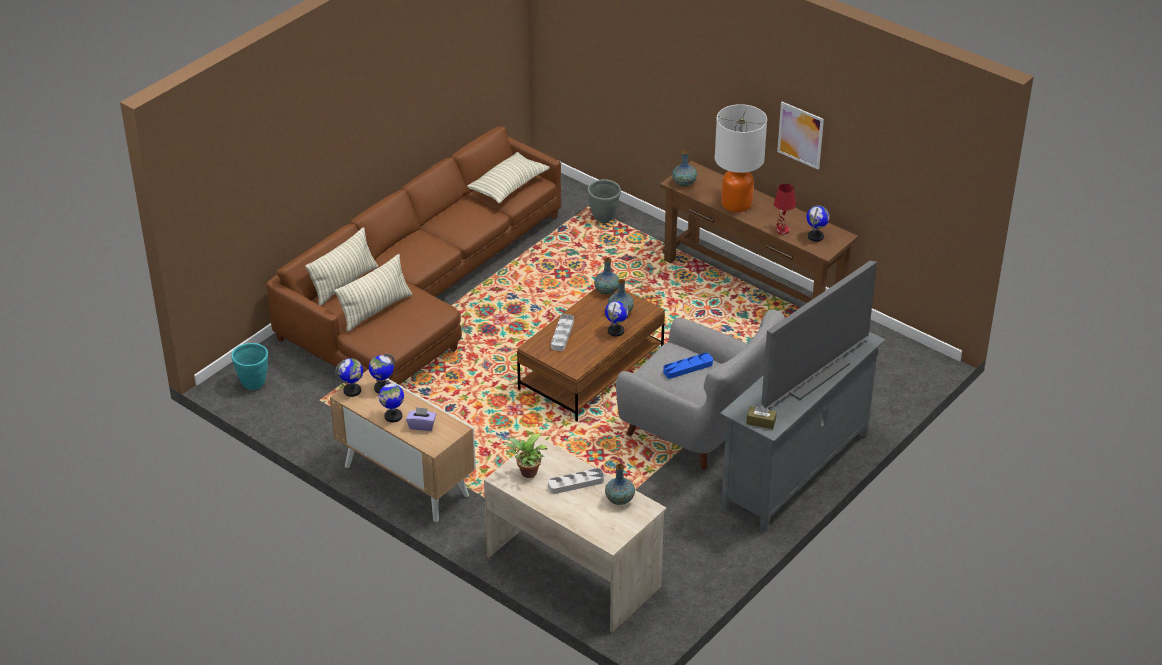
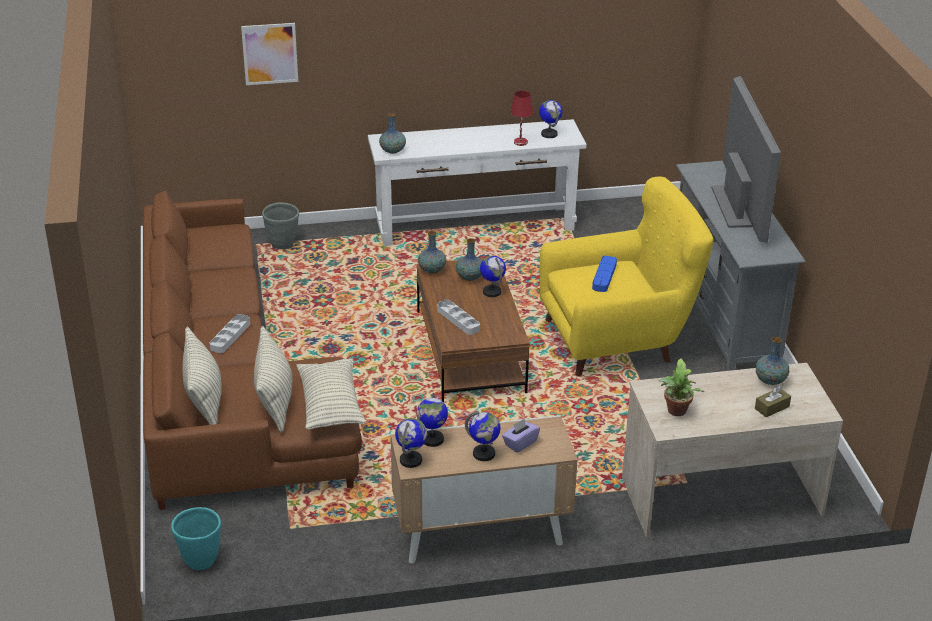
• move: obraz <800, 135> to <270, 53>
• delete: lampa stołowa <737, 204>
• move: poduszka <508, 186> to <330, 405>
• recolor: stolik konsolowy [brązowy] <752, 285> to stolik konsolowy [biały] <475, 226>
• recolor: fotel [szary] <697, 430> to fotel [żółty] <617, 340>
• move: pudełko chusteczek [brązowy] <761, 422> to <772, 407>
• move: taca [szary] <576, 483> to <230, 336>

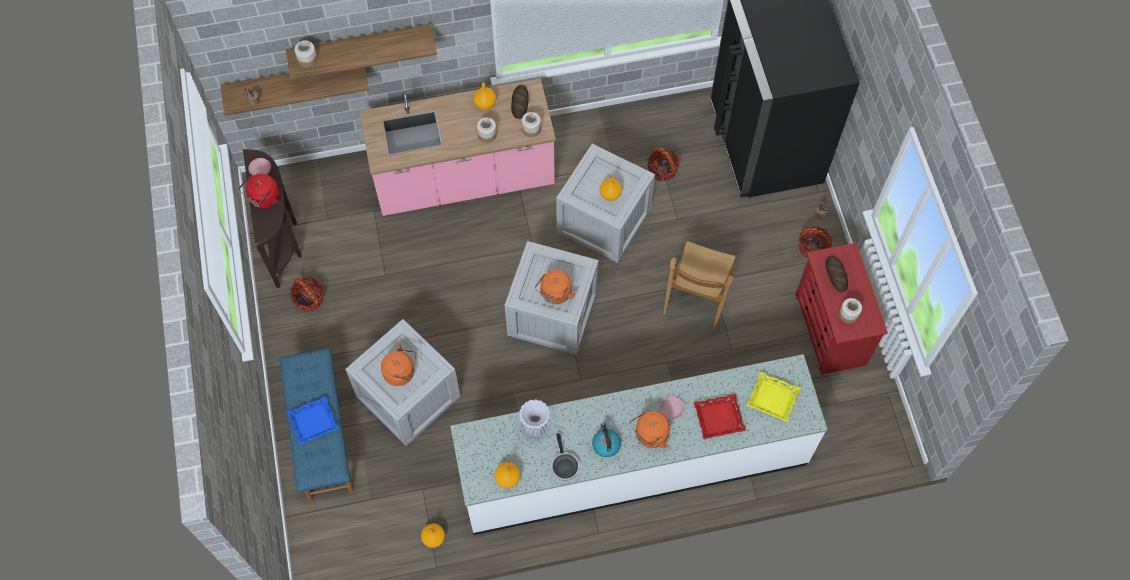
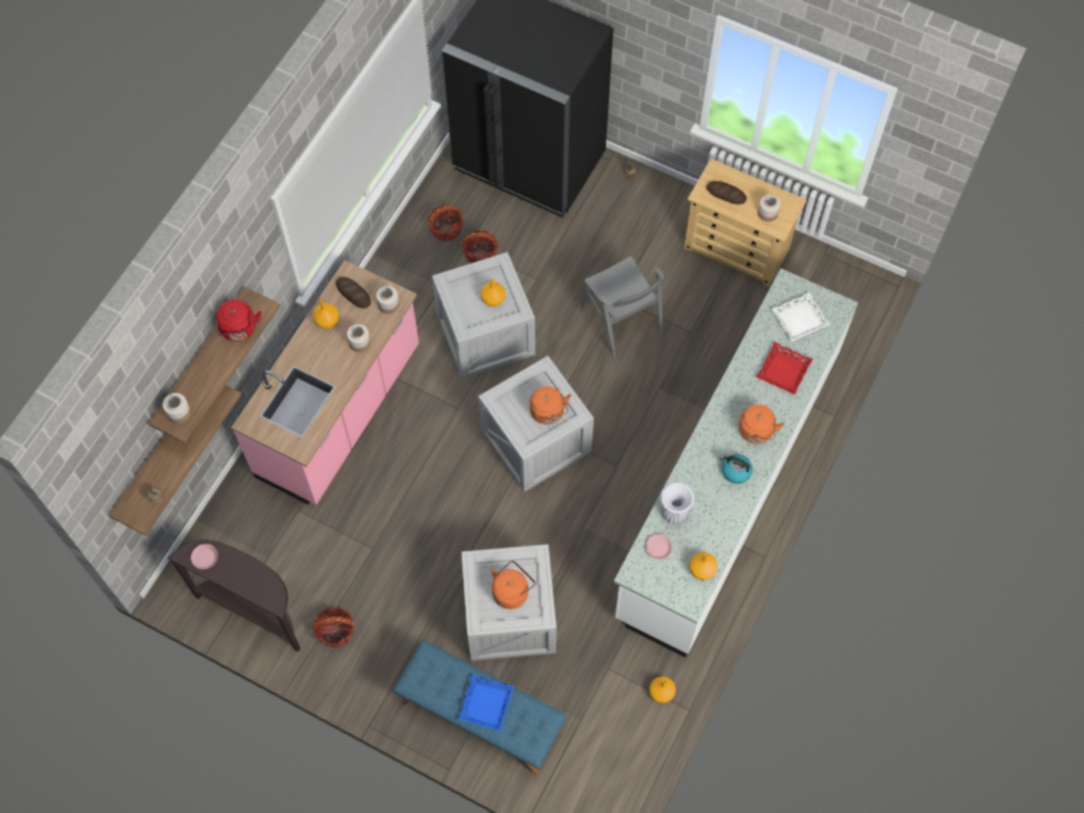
• move: czajnik [czerwony] <264, 199> to <239, 330>
• move: koszyk <812, 247> to <446, 228>
• recolor: krzesło [brązowy] <697, 297> to krzesło [szary] <621, 320>
• recolor: komoda [czerwony] <830, 329> to komoda [beżowy] <737, 249>
• recolor: taca [żółty] <772, 398> to taca [biały] <800, 319>
• move: talerz [różowy] <671, 408> to <658, 547>
• delete: patelnia <564, 465>

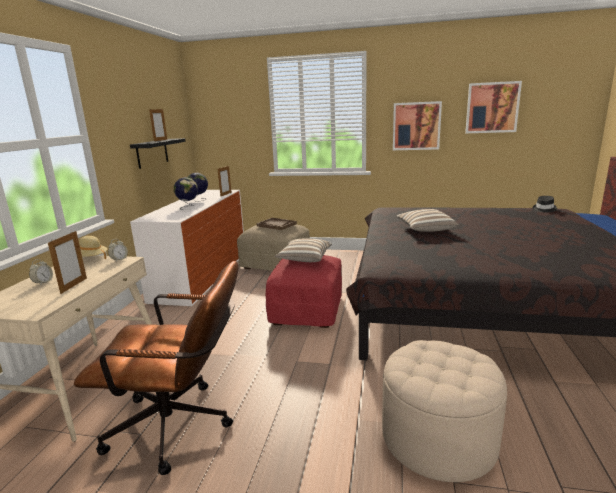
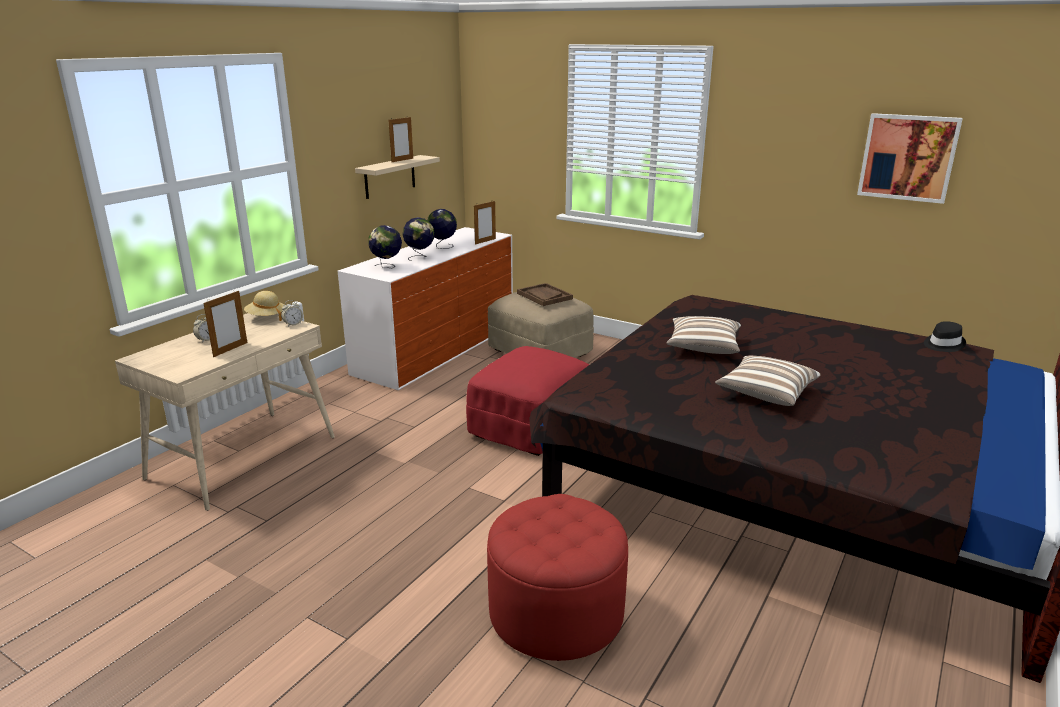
• delete: obraz <416, 126>
• recolor: półka [czarny] <152, 153> to półka [beżowy] <390, 177>
• move: poduszka <304, 259> to <765, 394>
• delete: krzesło biurowe [brązowy] <180, 426>
• recolor: pufa [beżowy] <438, 438> to pufa [czerwony] <556, 612>
• insert: globus <387, 266>

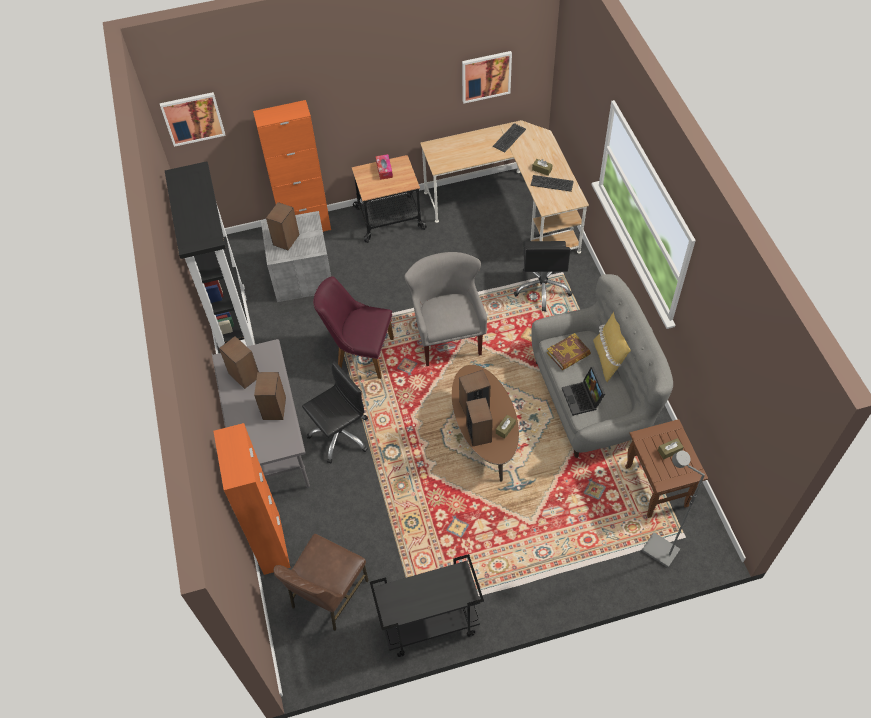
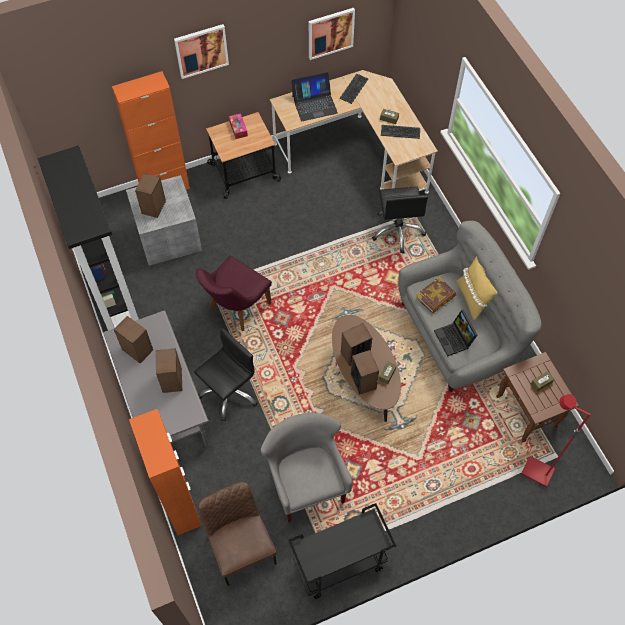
• move: obraz <193, 118> to <201, 50>
• move: fotel [szary] <448, 338> to <306, 485>
• rotate: krzesło [fioletowy] <359, 353> = <235, 309> 60 degrees counterclockwise
• recolor: lampa stojąca [szary] <659, 551> to lampa stojąca [czerwony] <536, 472>
• rotate: krzesło [brązowy] <328, 594> = <241, 547> 135 degrees clockwise
• insert: laptop <314, 104>

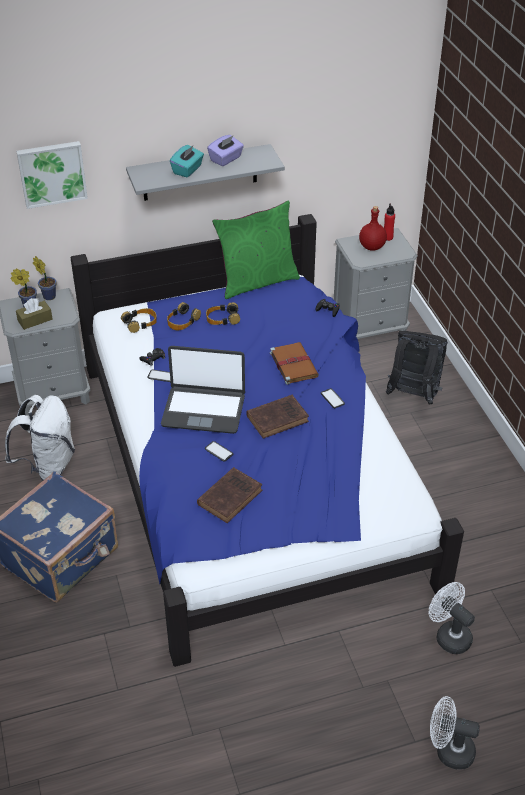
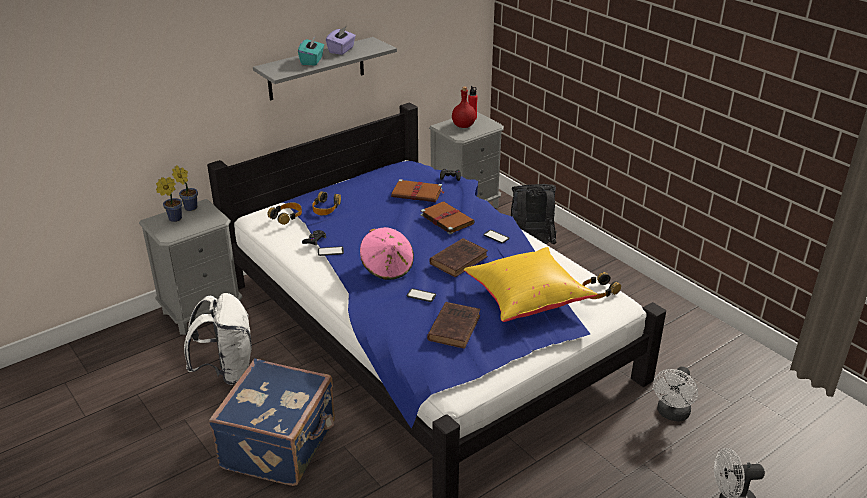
• delete: obraz <52, 173>
• delete: poduszka [zielony] <257, 281>
• delete: pudełko chusteczek [brązowy] <35, 320>
• move: słuchawki <222, 318> to <599, 291>
• replace: laptop <203, 410> to kapelusz [różowy] <387, 268>
• rotate: wentylator [biały] <449, 635> = <672, 414> 90 degrees counterclockwise
• insert: książka [brązowy] <418, 193>
• insert: poduszka [żółty] <526, 299>

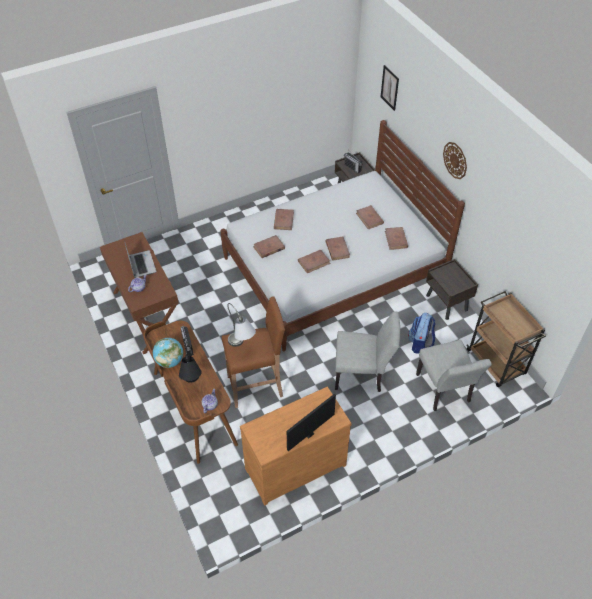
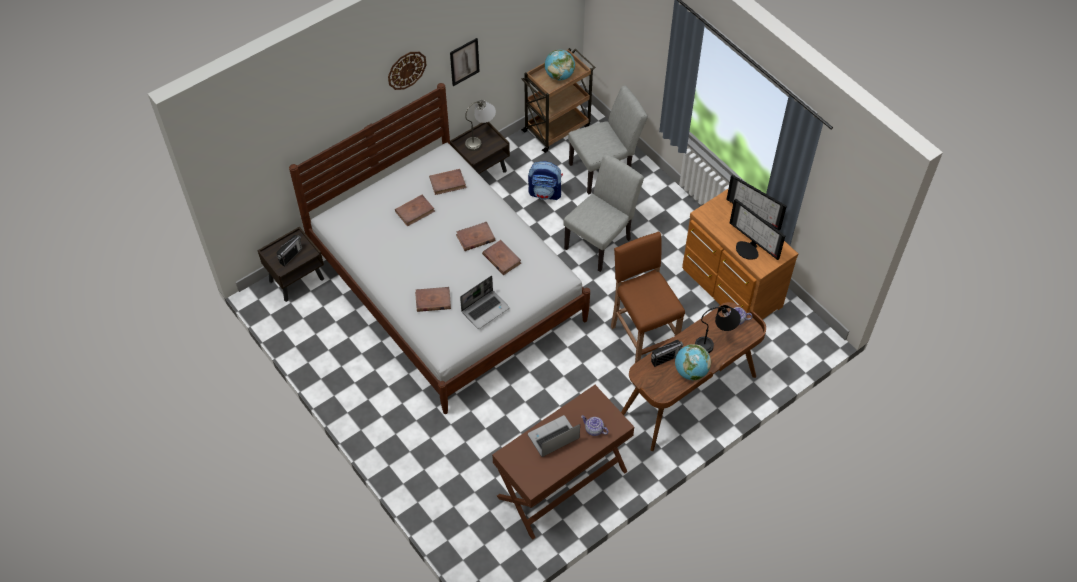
• move: obraz <389, 87> to <464, 61>
• replace: książka [brązowy] <269, 248> to laptop <485, 309>
• move: lampa stołowa [szary] <242, 347> to <481, 138>
• rotate: krzesło [szary] <363, 375> = <601, 241> 45 degrees clockwise
• insert: globus <559, 75>
• insert: monitor <749, 249>

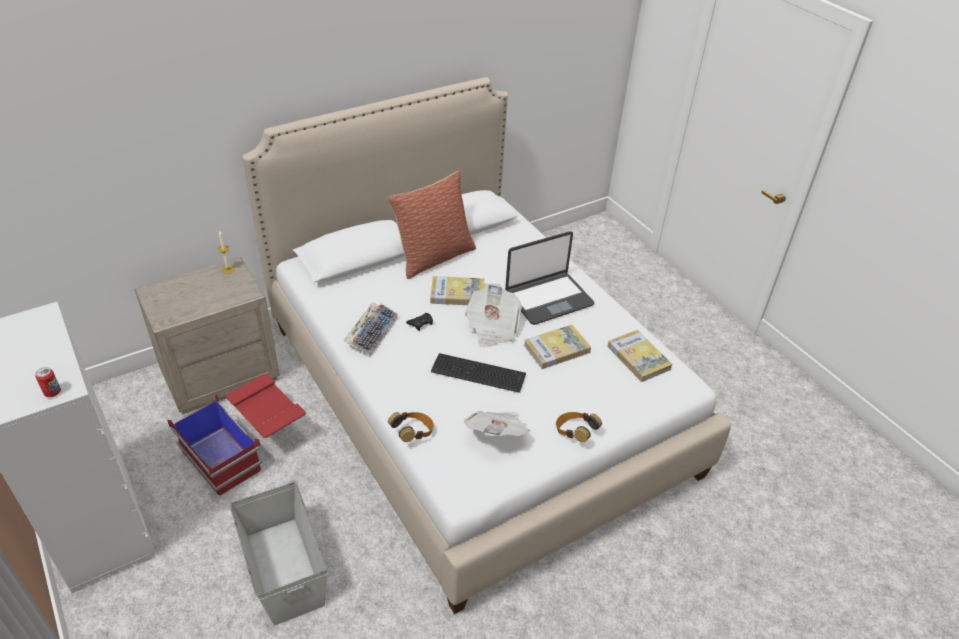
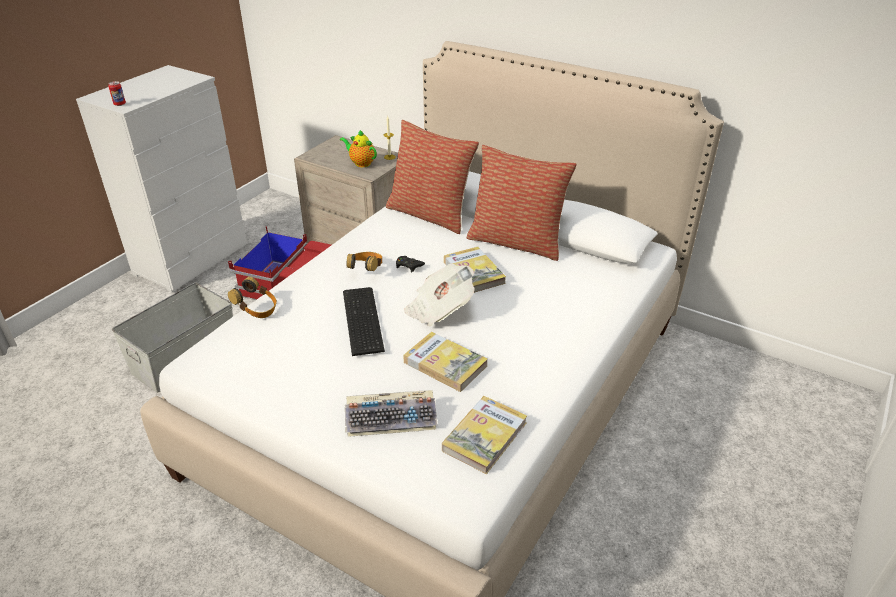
• delete: laptop <548, 298>
• move: klawiatura <371, 332> to <392, 418>
• delete: gazeta <497, 434>
• move: słuchawki <574, 433> to <366, 270>
• insert: poduszka <430, 214>
• insert: imbryk <361, 163>

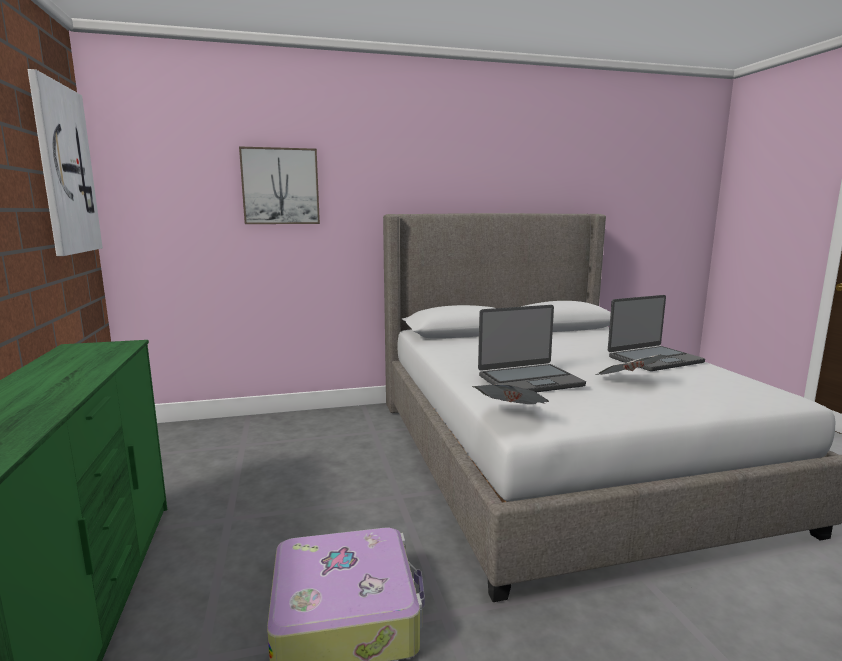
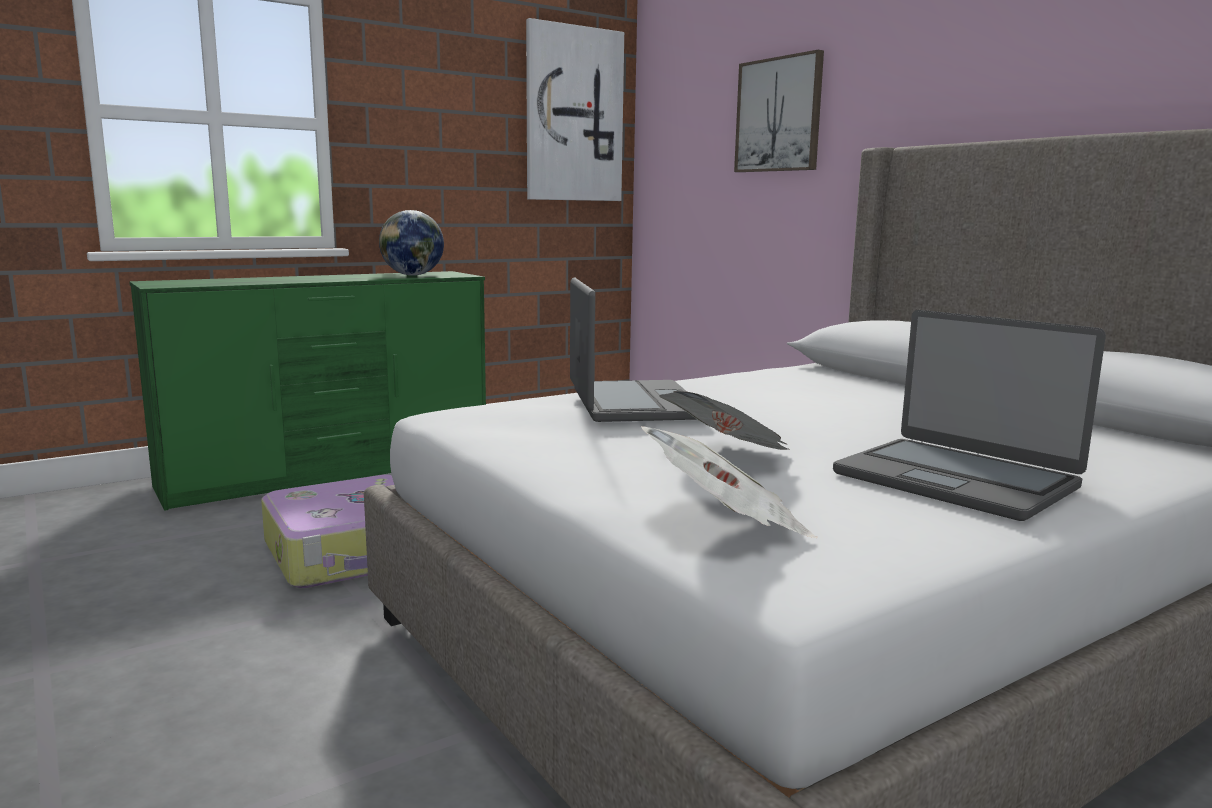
• rotate: laptop <529, 380> = <632, 404> 150 degrees counterclockwise
• move: gazeta <511, 415> to <728, 525>
• insert: globus <412, 275>

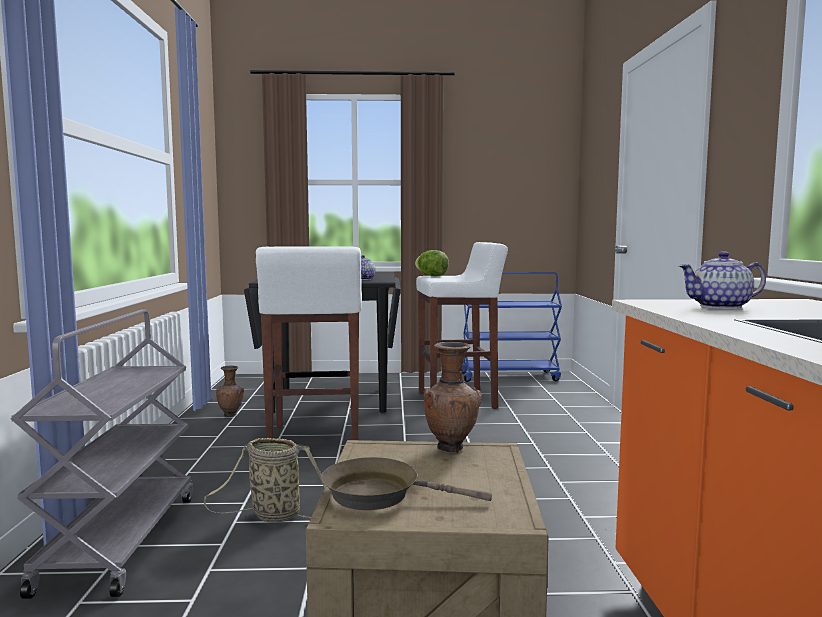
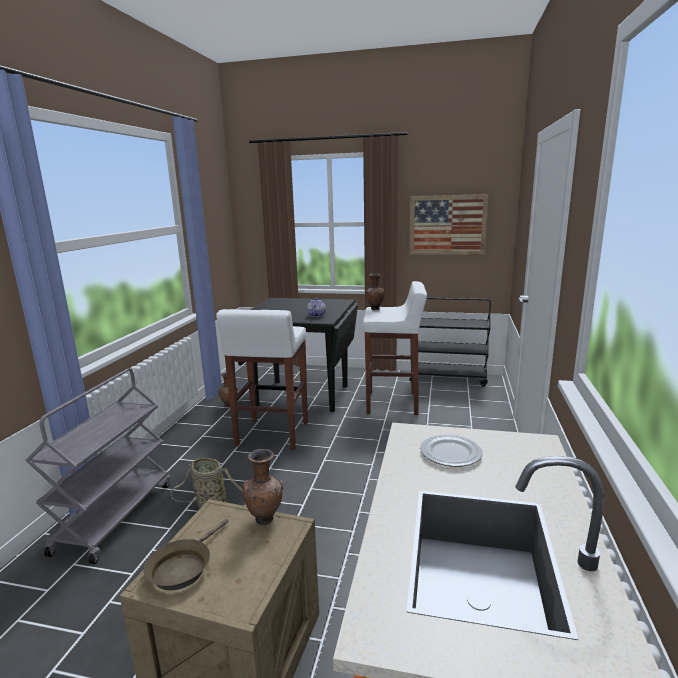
• replace: sałata <432, 276> to wazon [brązowy] <374, 309>
• replace: imbryk <721, 306> to talerz <451, 454>
• recolor: wózek [niebieski] <509, 376> to wózek [czarny] <448, 378>
• rotate: patelnia [brązowy] <379, 495> = <183, 567> 90 degrees counterclockwise
• insert: obraz <447, 225>

